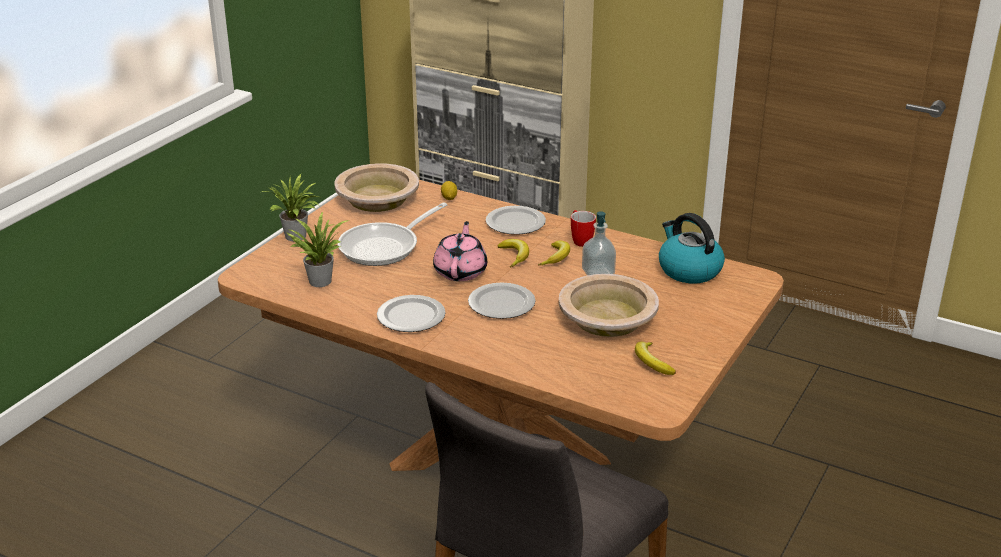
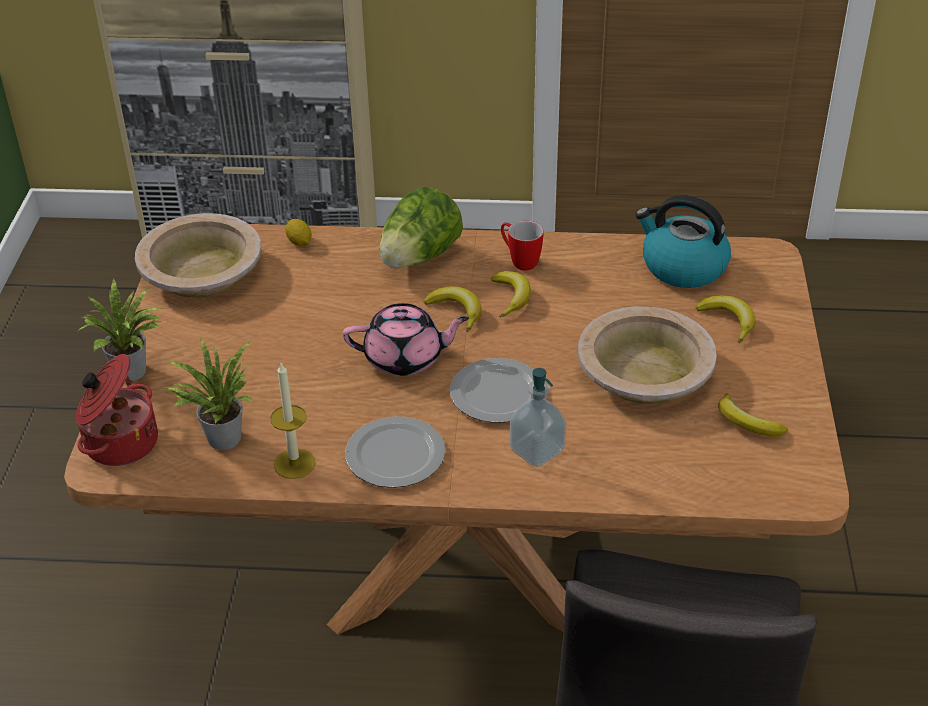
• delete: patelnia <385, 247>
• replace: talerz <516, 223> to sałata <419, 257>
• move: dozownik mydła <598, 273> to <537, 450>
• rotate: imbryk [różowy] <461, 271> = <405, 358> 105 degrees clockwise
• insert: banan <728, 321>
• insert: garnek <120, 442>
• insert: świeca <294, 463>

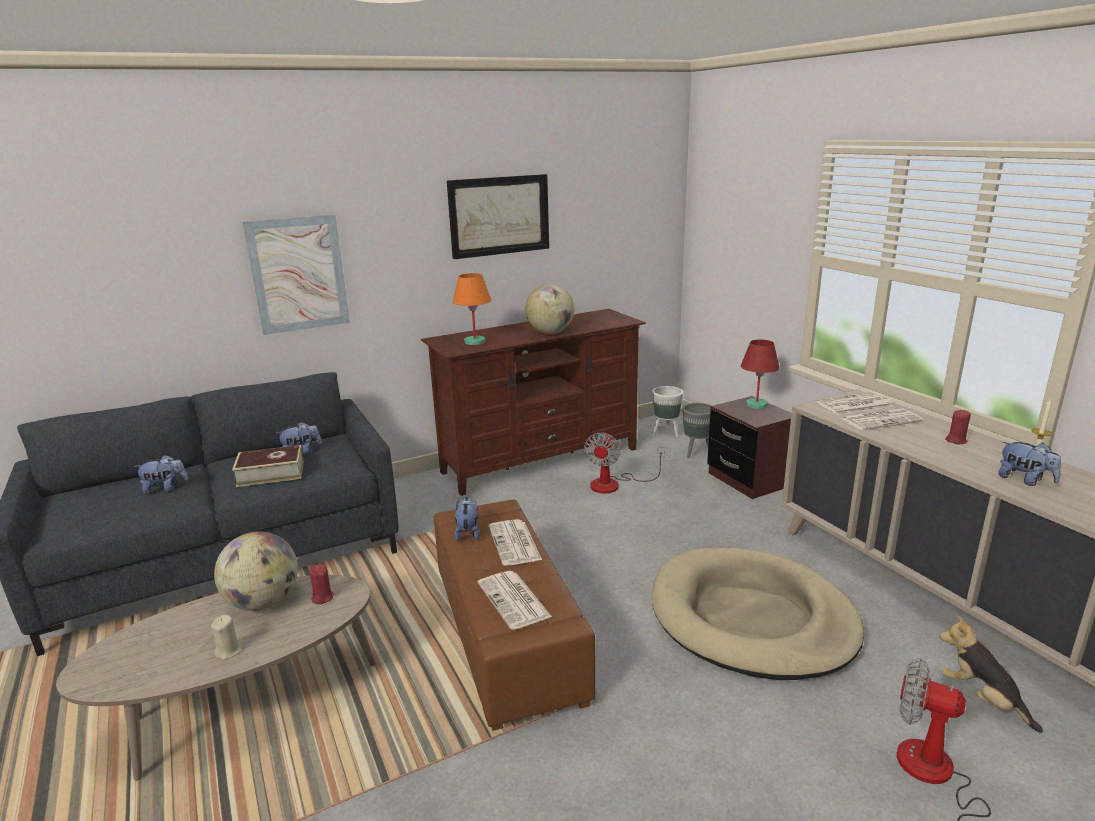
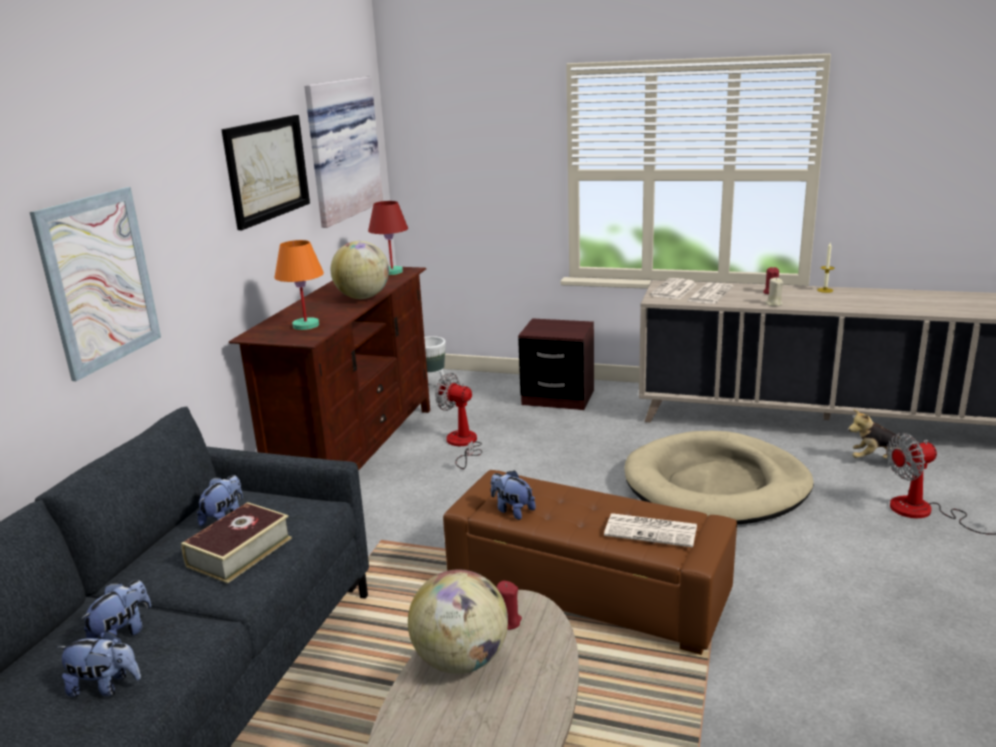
• move: lampa stołowa [czerwony] <756, 405> to <391, 272>
• delete: donica [szary] <696, 453>
• rotate: wentylator <614, 484> = <462, 444> 150 degrees clockwise
• move: pluszak <1024, 480> to <105, 686>
• delete: gazeta <515, 543>
• move: świeca [beżowy] <229, 651> to <774, 304>
• insert: obraz <340, 149>

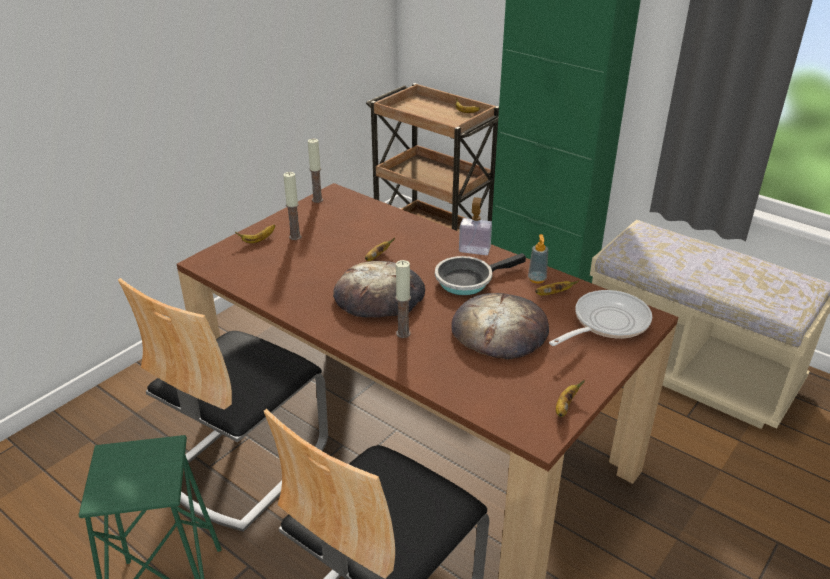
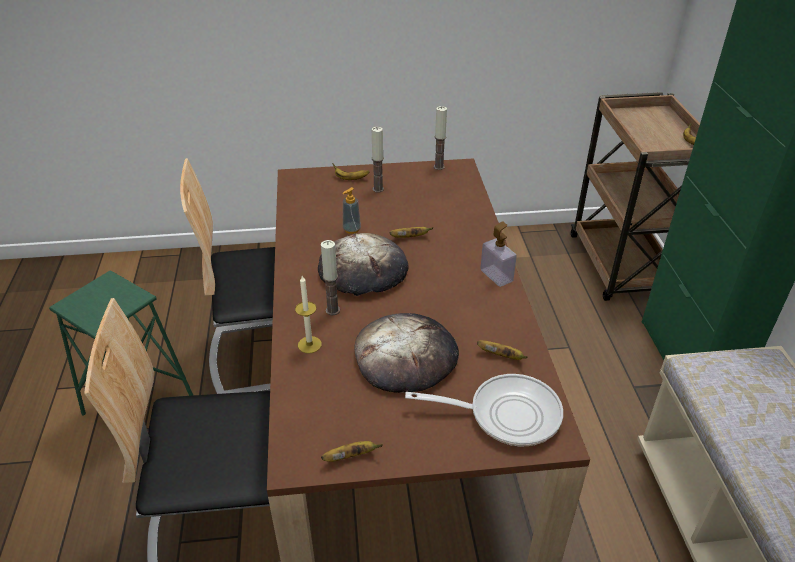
• move: dozownik mydła <537, 279> to <351, 229>
• delete: patelnia <468, 280>
• insert: świeca <309, 344>

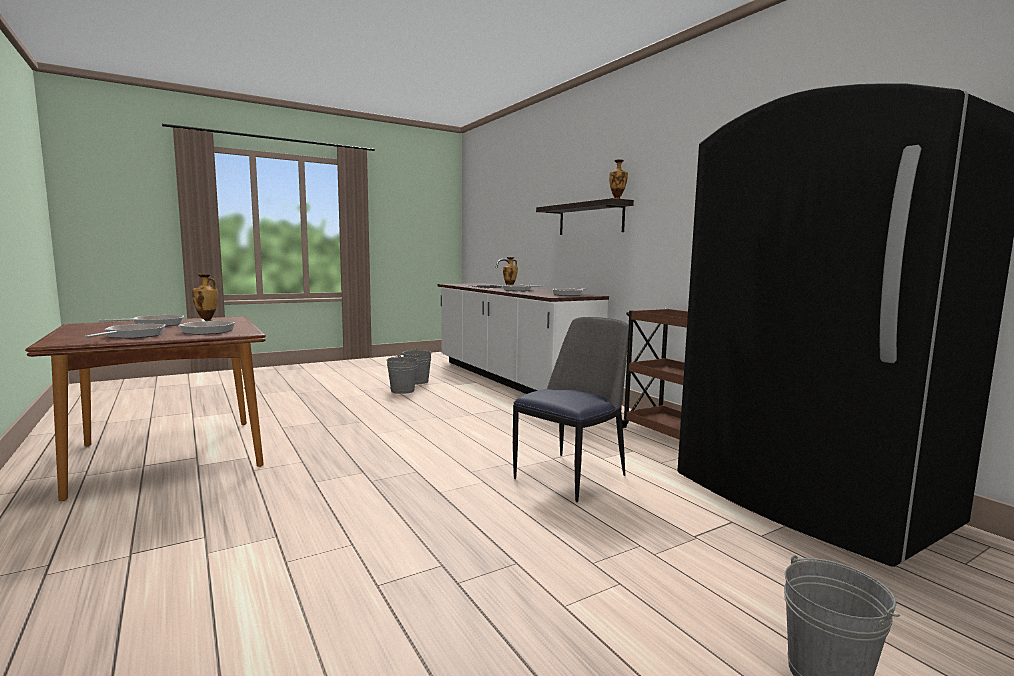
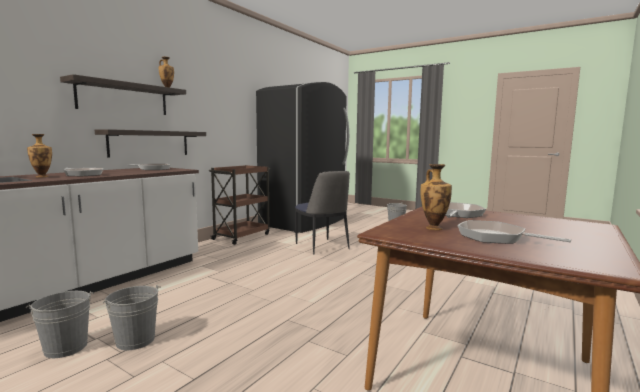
• rotate: krzesło <571, 475> = <322, 247> 135 degrees counterclockwise
• delete: patelnia <132, 335>
• insert: półka <149, 143>

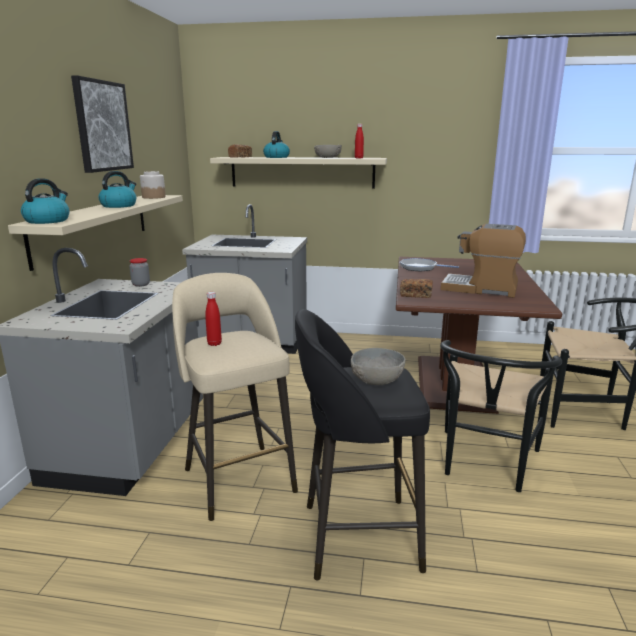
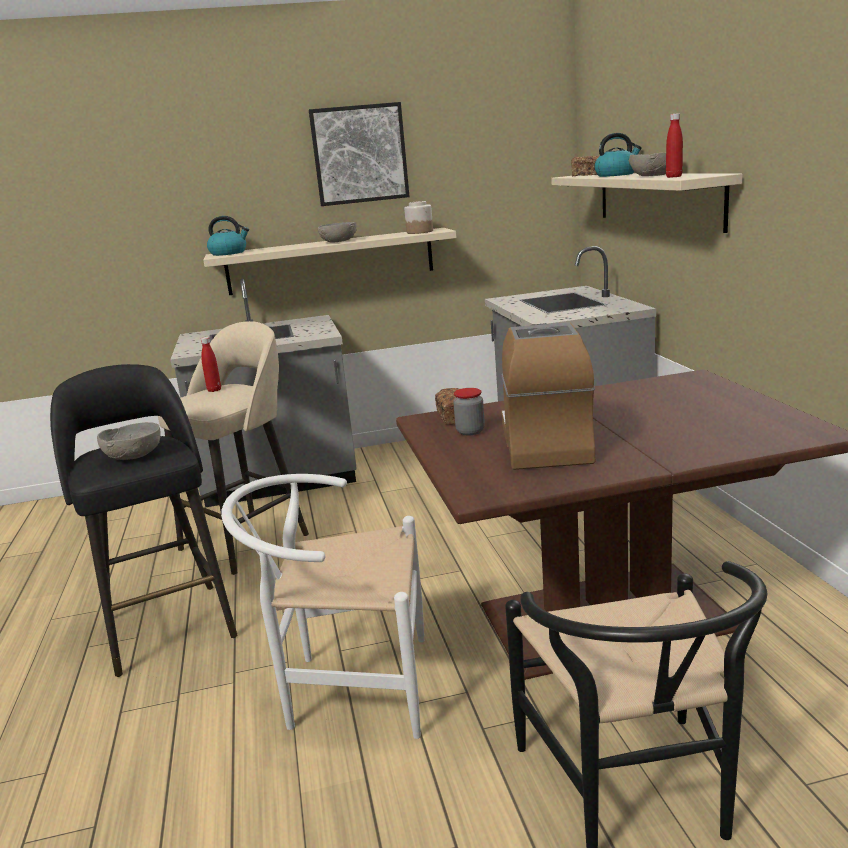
• replace: czajnik <119, 206> to miska [szary] <338, 241>
• move: słoik <141, 284> to <470, 431>
• delete: patelnia <420, 268>
• recolor: krzesło [czarny] <485, 464> to krzesło [biały] <346, 688>

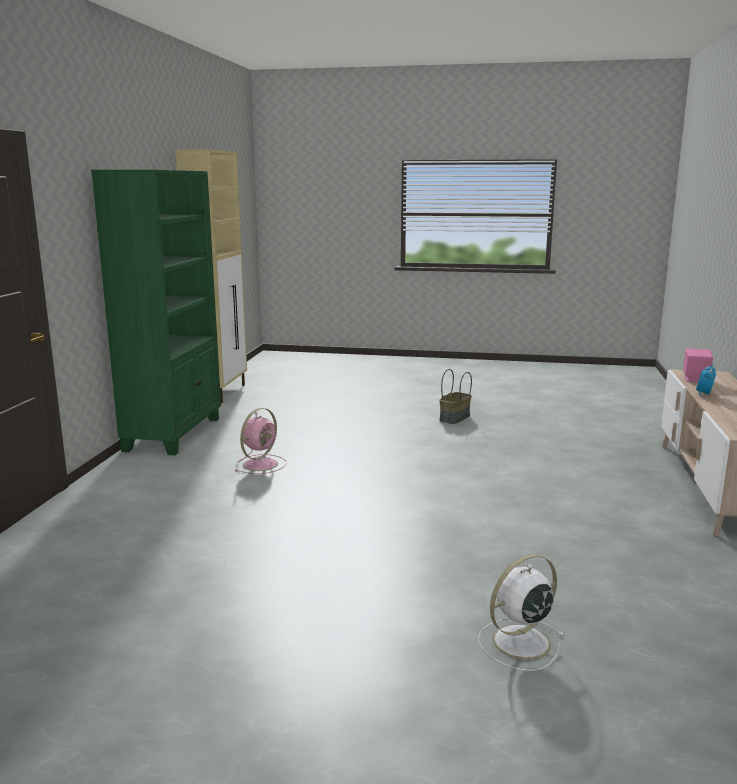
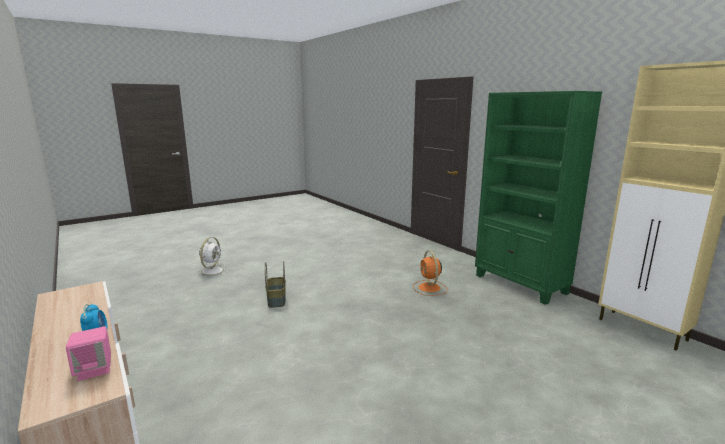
• move: koszyk <455, 418> to <276, 300>
• recolor: wentylator [różowy] <261, 464> to wentylator [pomarańczowy] <429, 288>

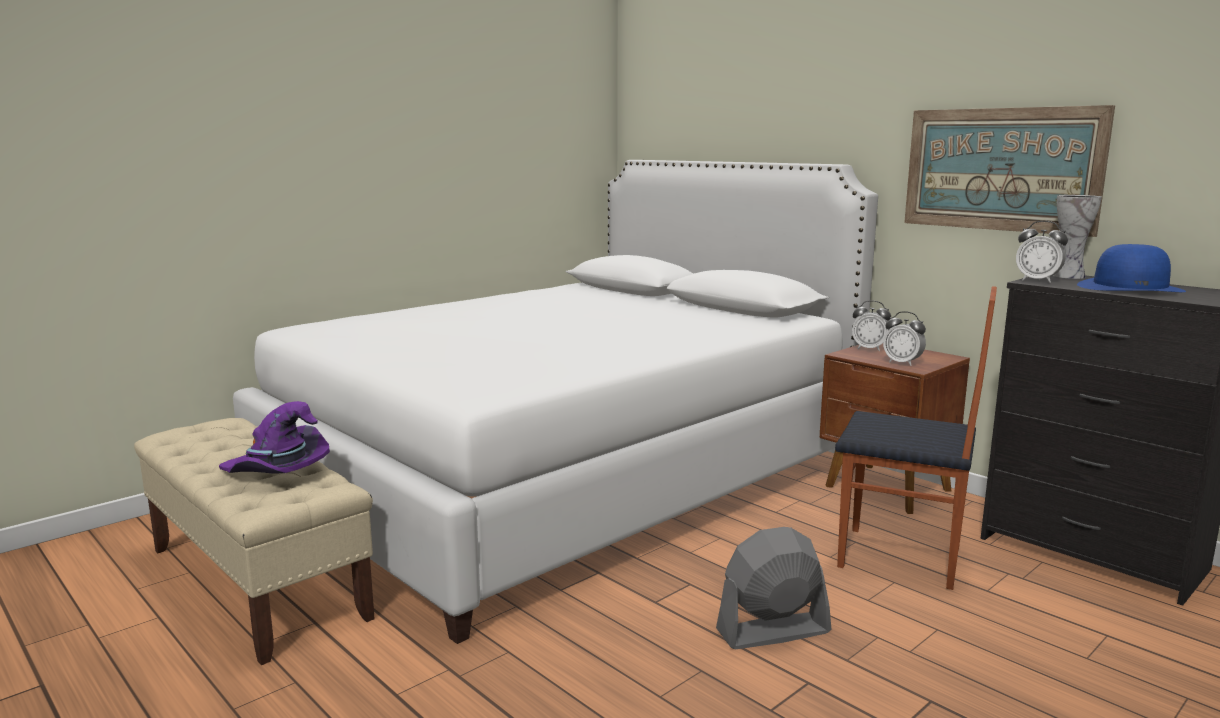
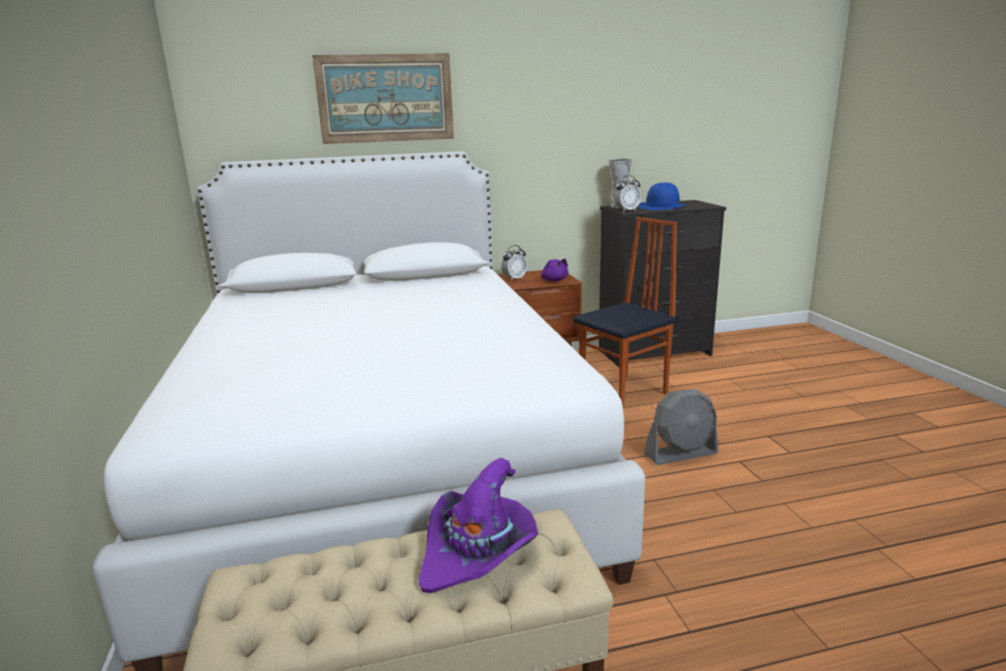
• move: obraz <1000, 169> to <385, 98>
• replace: budzik <902, 363> to pluszak [fioletowy] <554, 280>
• rotate: wentylator [szary] <772, 631> = <681, 454> 120 degrees counterclockwise

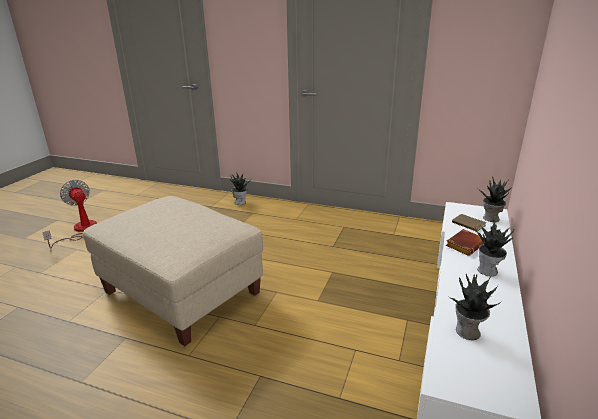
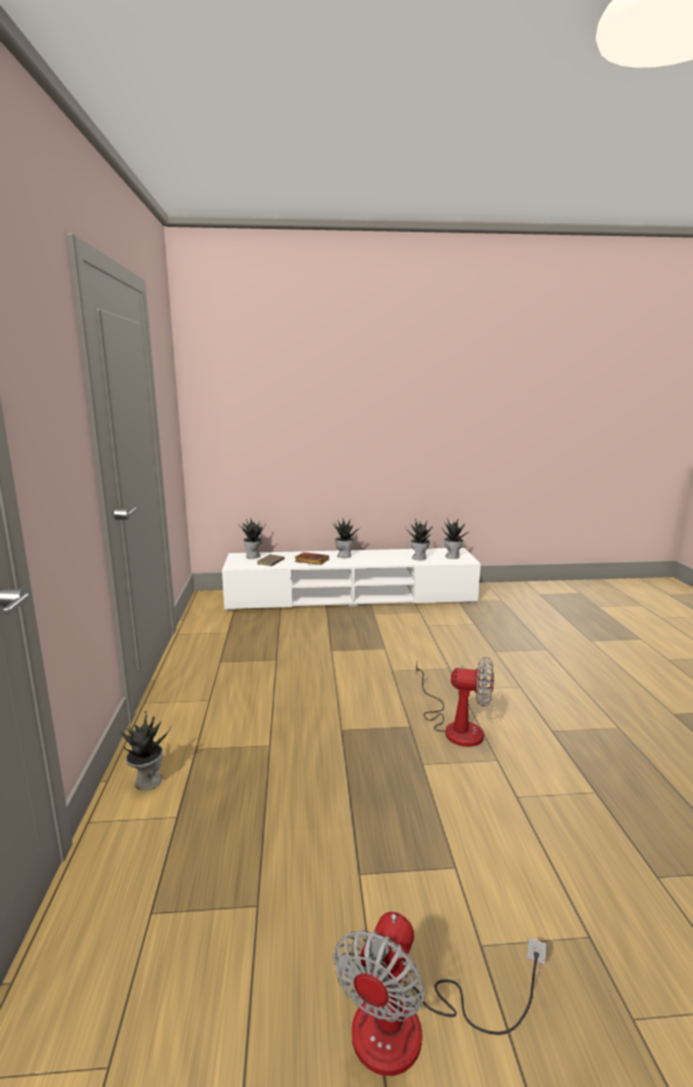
• replace: pufa [beżowy] <182, 294> to wentylator <455, 726>
• insert: roślina doniczkowa <453, 556>

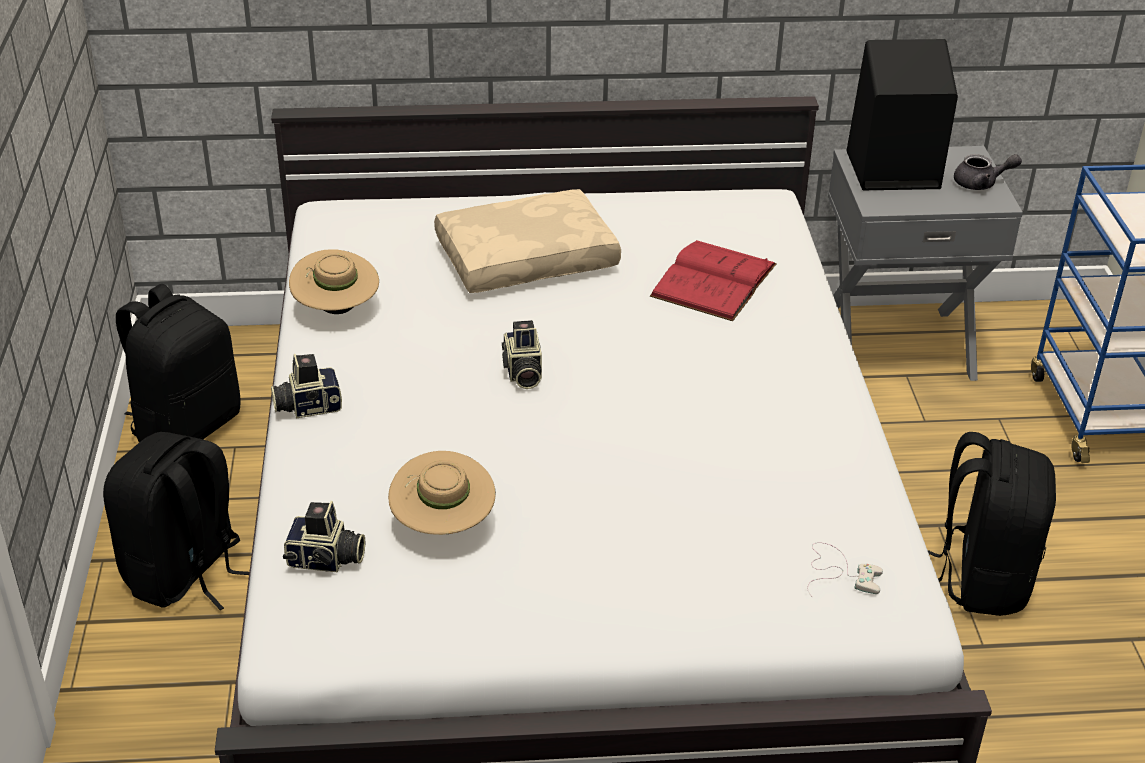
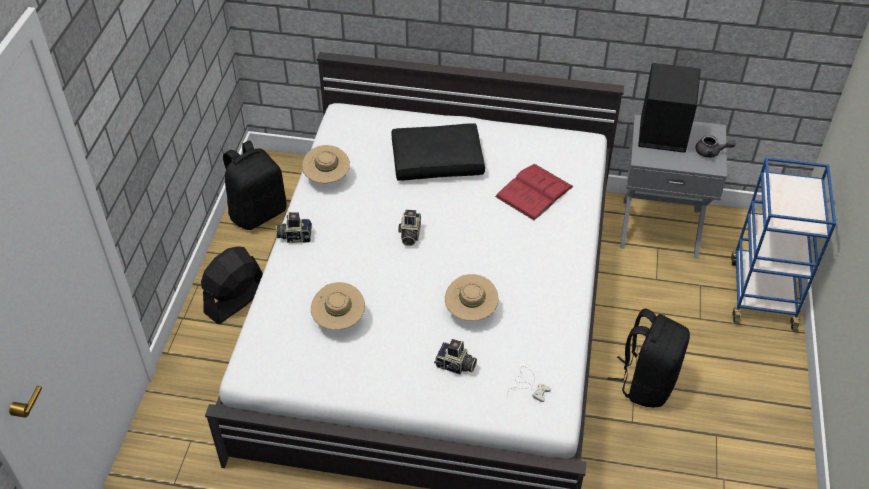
• recolor: poduszka [beżowy] <527, 257> to poduszka [czarny] <438, 159>
• replace: plecak [czarny] <185, 574> to wentylator [czarny] <236, 300>
• move: aparat fotograficzny <326, 560> to <455, 366>
• insert: kapelusz [beżowy] <470, 311>

